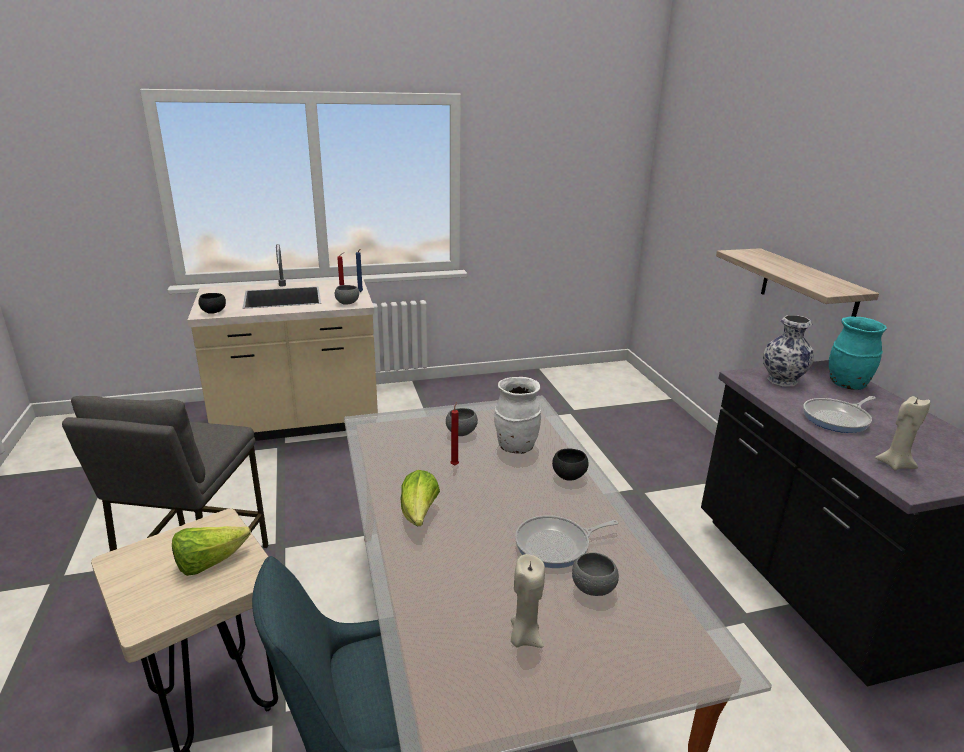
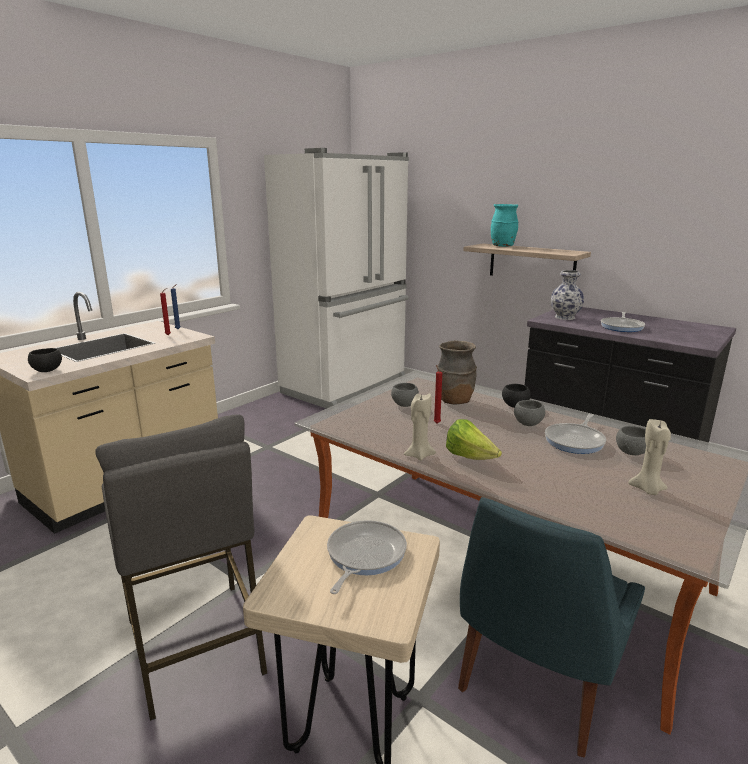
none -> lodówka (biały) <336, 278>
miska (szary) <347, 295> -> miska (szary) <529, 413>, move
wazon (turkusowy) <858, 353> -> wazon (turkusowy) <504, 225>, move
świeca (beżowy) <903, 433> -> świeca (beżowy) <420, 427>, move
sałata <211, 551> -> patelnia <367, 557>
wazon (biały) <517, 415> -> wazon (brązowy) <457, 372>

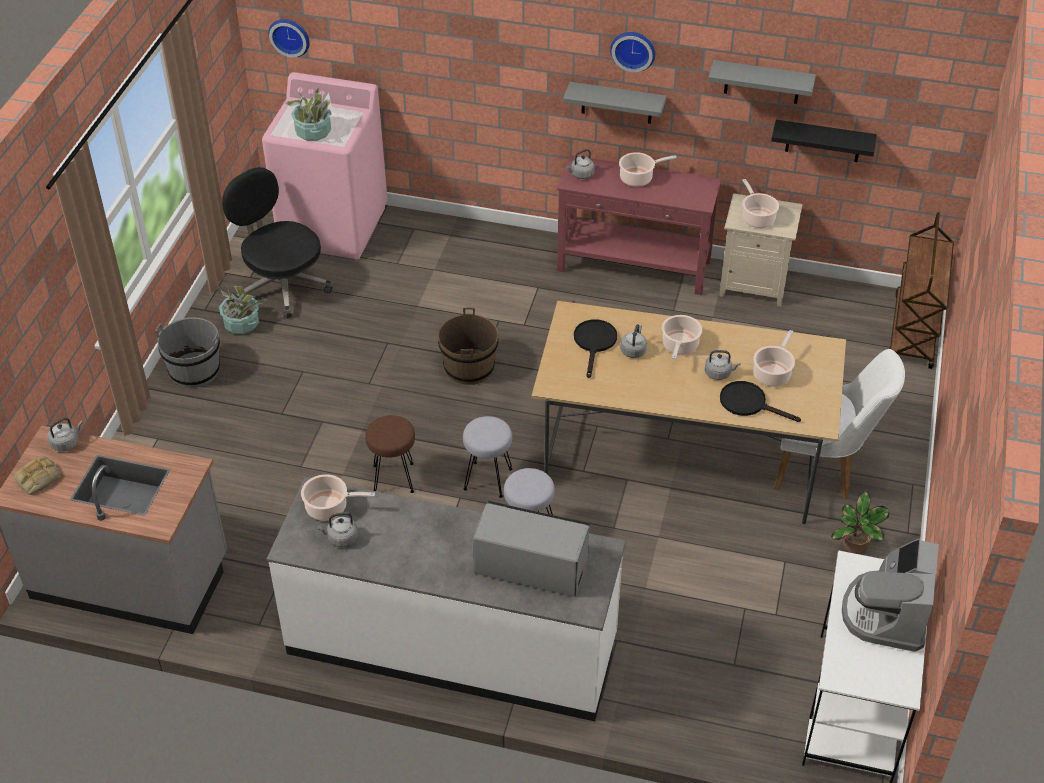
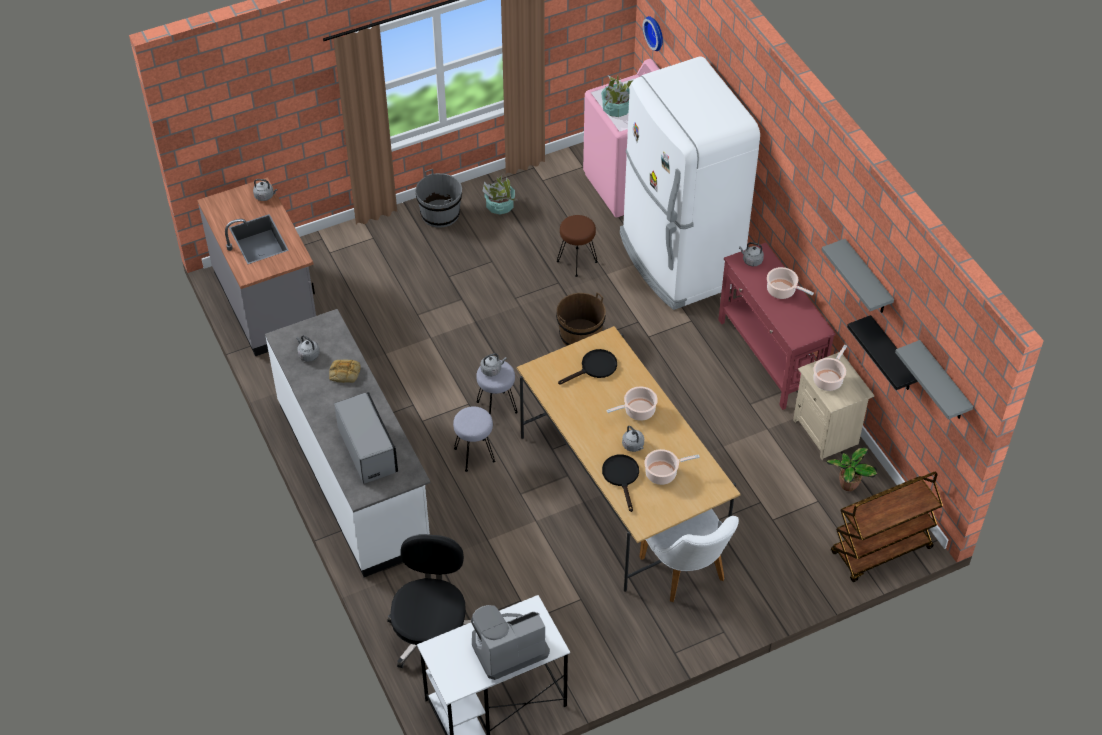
garnek <338, 497> -> none
zegar ścienny <632, 52> -> none
none -> lodówka (biały) <690, 183>
chleb <37, 475> -> chleb <344, 371>, move
krzesło biurowe (czarny) <277, 243> -> krzesło biurowe (czarny) <429, 601>, move
stołek (brązowy) <390, 454> -> stołek (brązowy) <577, 246>, move
półka (szary) <614, 103> -> półka (szary) <934, 379>, move
czajnik (szary) <633, 341> -> czajnik (szary) <493, 364>, move
roślina doniczkowa <860, 523> -> roślina doniczkowa <852, 469>, move

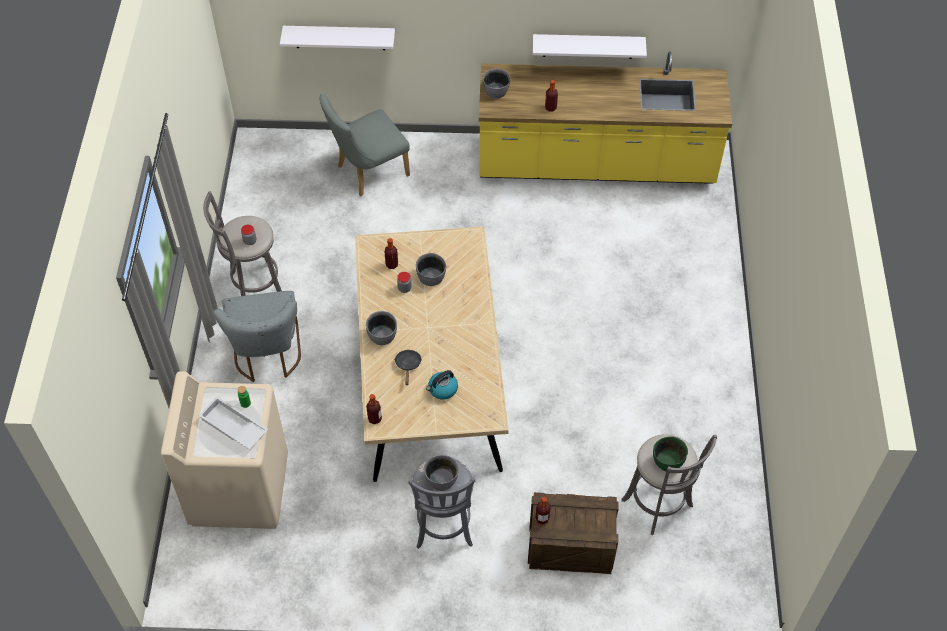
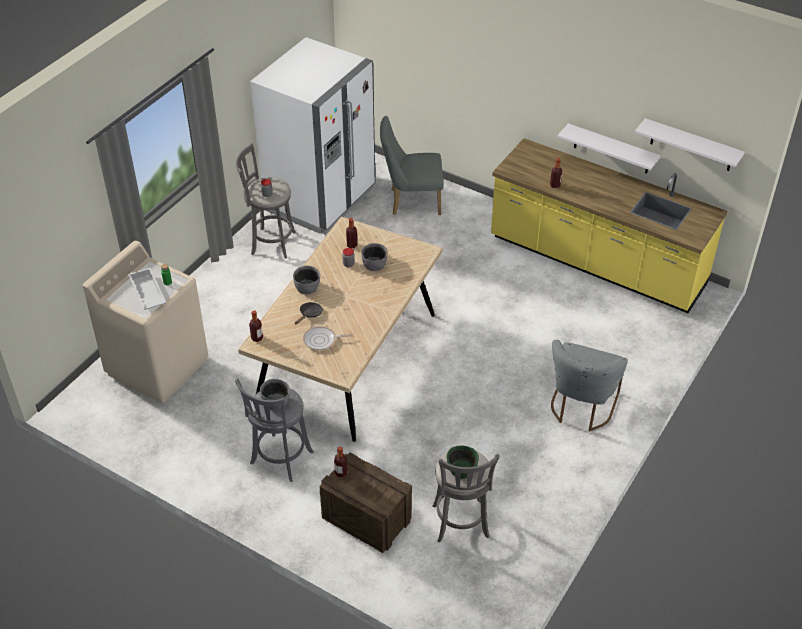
miska (szary) <497, 83> -> none
none -> lodówka (biały) <312, 136>
krzesło (szary) <257, 336> -> krzesło (szary) <589, 385>, move
półka (biały) <337, 38> -> półka (biały) <690, 144>, move
czajnik <442, 385> -> patelnia <328, 338>

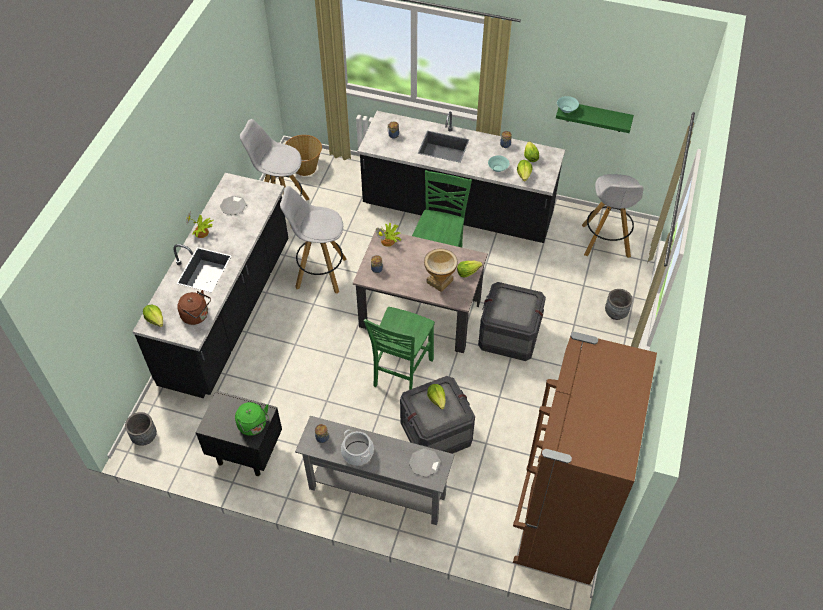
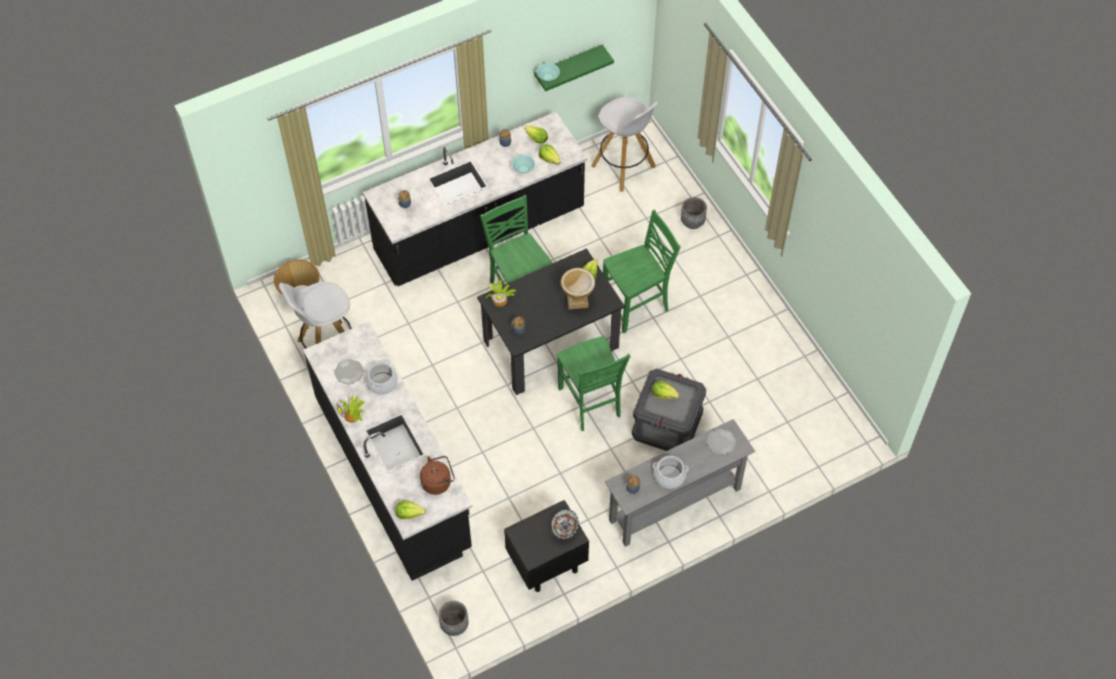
stołek (biały) <313, 240> -> none
lodówka (brązowy) <585, 458> -> none
none -> garnek <382, 377>
czajnik (zielony) <252, 419> -> miska <565, 524>
skrzynka <512, 321> -> krzesło (zielony) <642, 271>
stół jadalny (beżowy) <420, 291> -> stół jadalny (czarny) <551, 321>

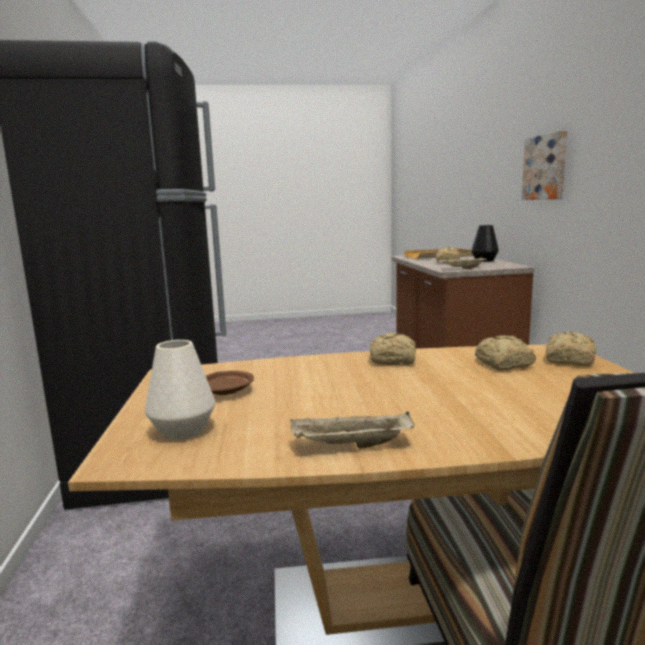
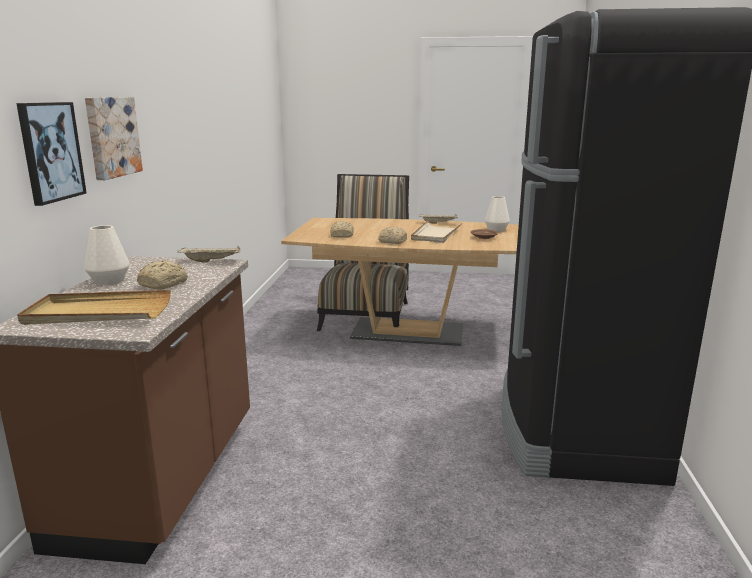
chleb <571, 349> -> none
none -> obraz <51, 154>
none -> taca (beżowy) <436, 232>
wazon (czarny) <485, 243> -> wazon (biały) <107, 255>

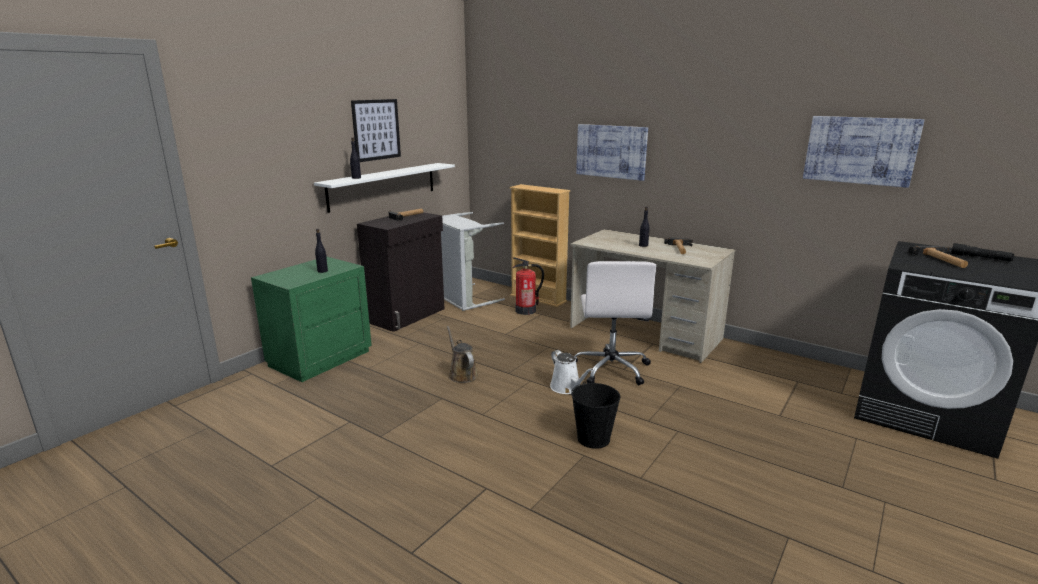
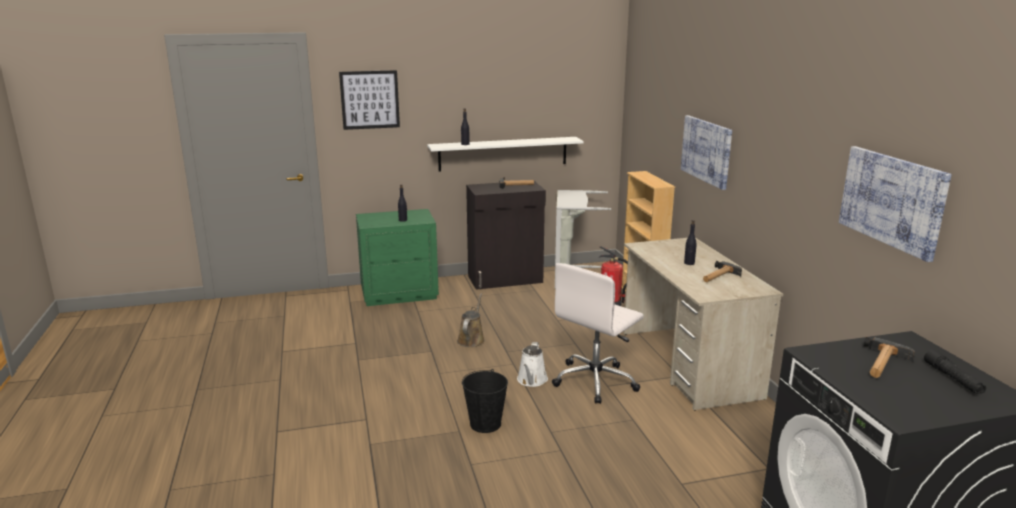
obraz <376, 130> -> obraz <369, 100>, move

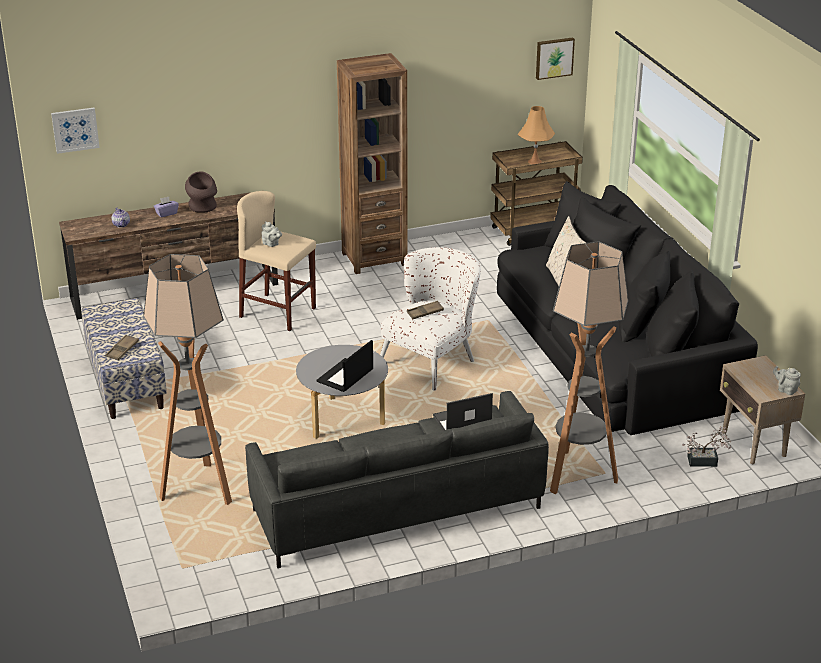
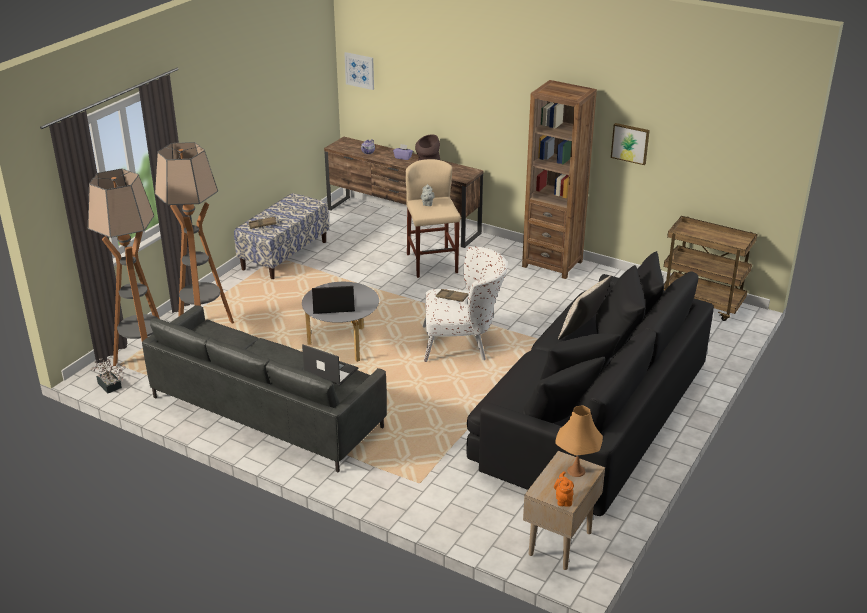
lampa stołowa (pomarańczowy) <536, 135> -> lampa stołowa (pomarańczowy) <579, 441>, move
obraz <555, 58> -> obraz <630, 144>, move
lampa stojąca <589, 368> -> lampa stojąca <124, 267>, move
roślina doniczkowa <706, 446> -> roślina doniczkowa <108, 375>, move
imbryk (szary) <787, 380> -> imbryk (pomarańczowy) <564, 489>

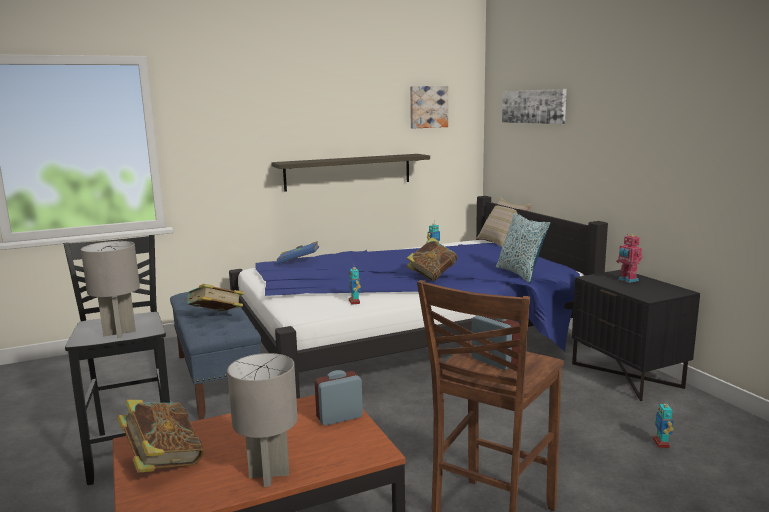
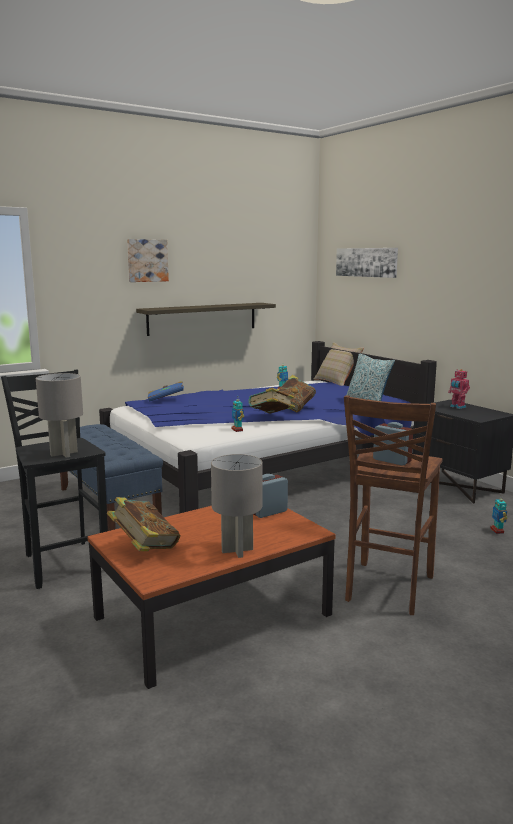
książka <214, 297> -> książka <271, 400>, move
obraz <429, 107> -> obraz <148, 260>, move

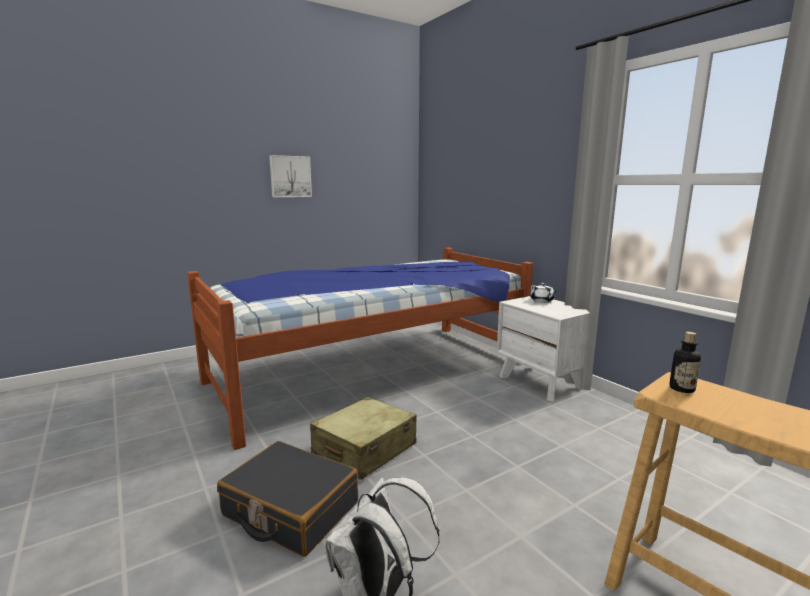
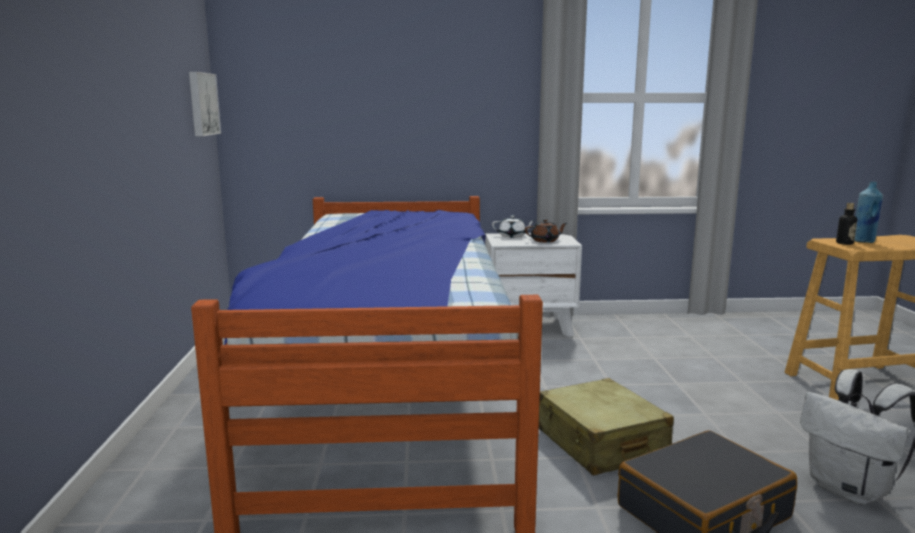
none -> imbryk (brązowy) <546, 231>
none -> butelka (niebieski) <868, 212>
obraz <290, 176> -> obraz <205, 104>, move

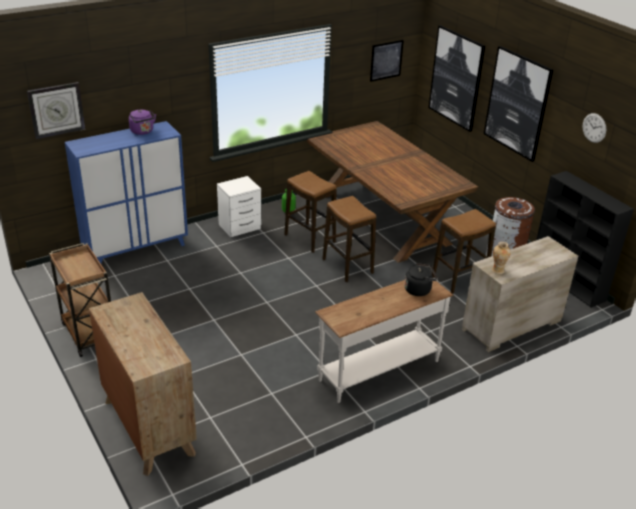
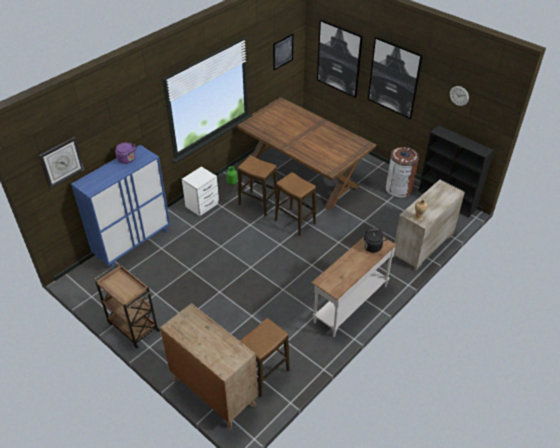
stołek <464, 251> -> stołek <265, 357>, move

